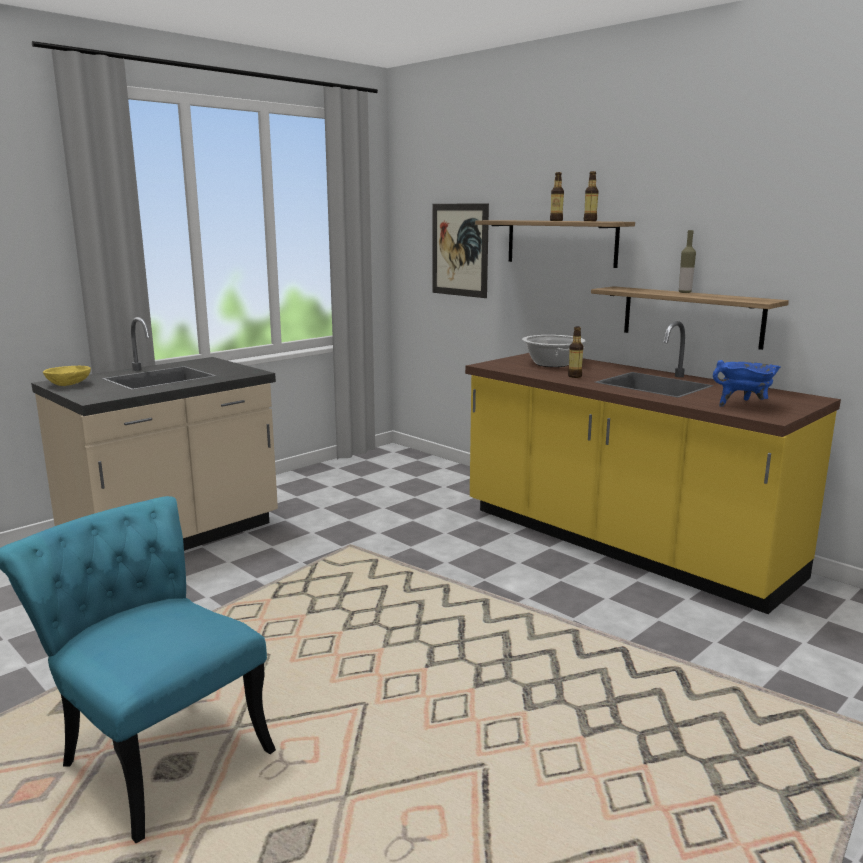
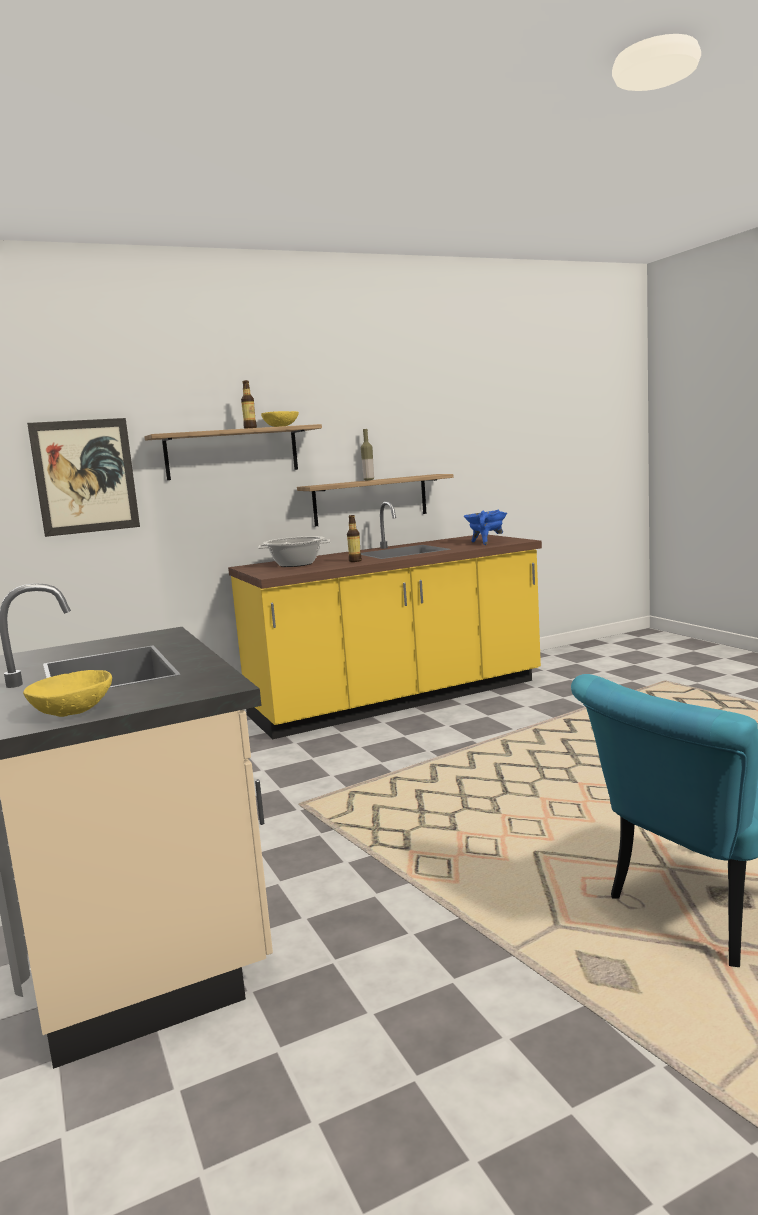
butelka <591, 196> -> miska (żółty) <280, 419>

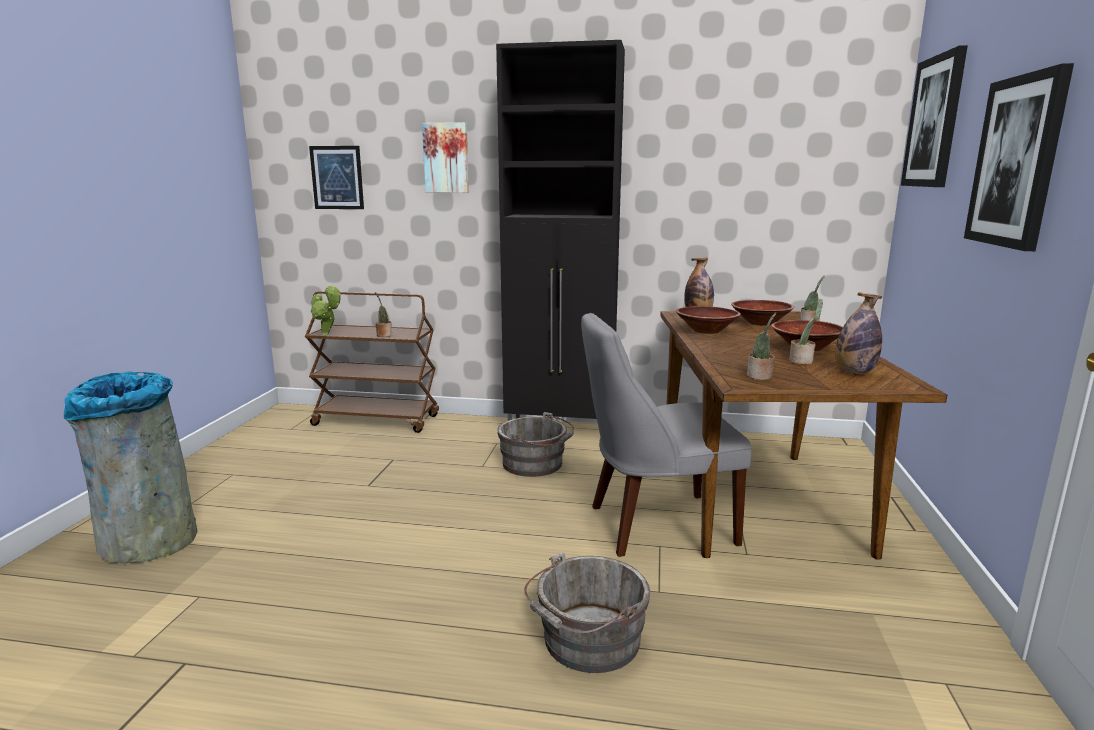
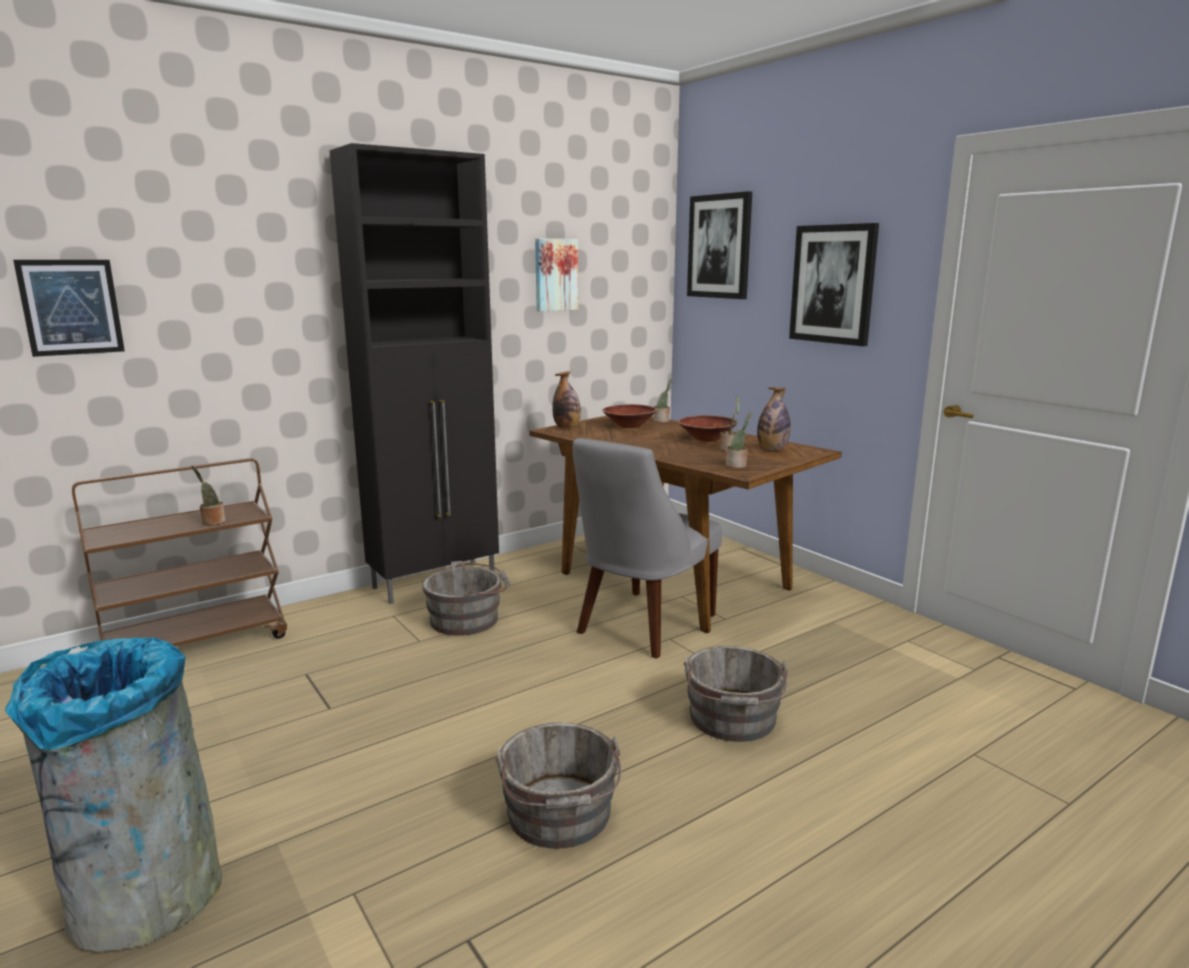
roślina doniczkowa <326, 309> -> none
miska (brązowy) <708, 320> -> none
none -> wiadro (szary) <558, 786>
obraz <445, 157> -> obraz <556, 275>, move

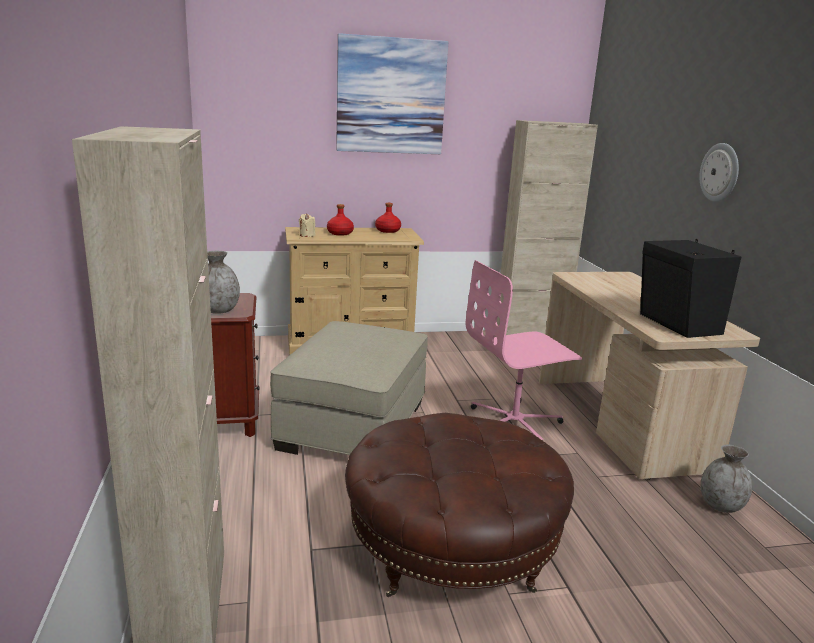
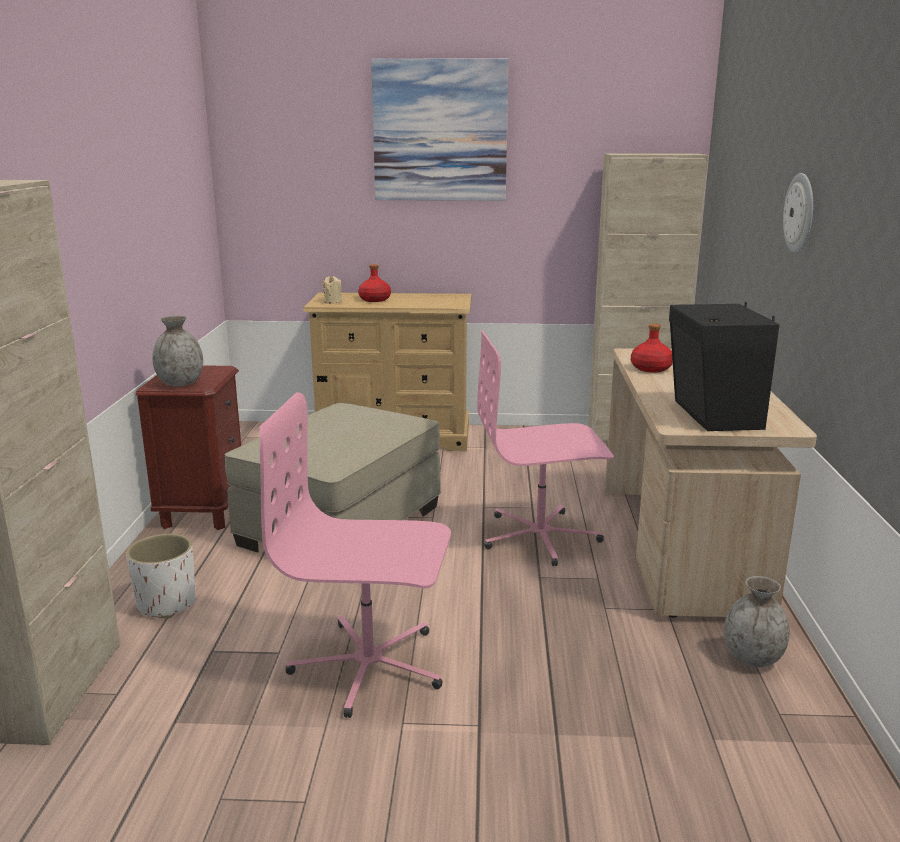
none -> donica (biały) <161, 576>
butelka (czerwony) <388, 218> -> butelka (czerwony) <652, 347>, move
pufa (brązowy) <459, 505> -> krzesło biurowe (różowy) <355, 555>

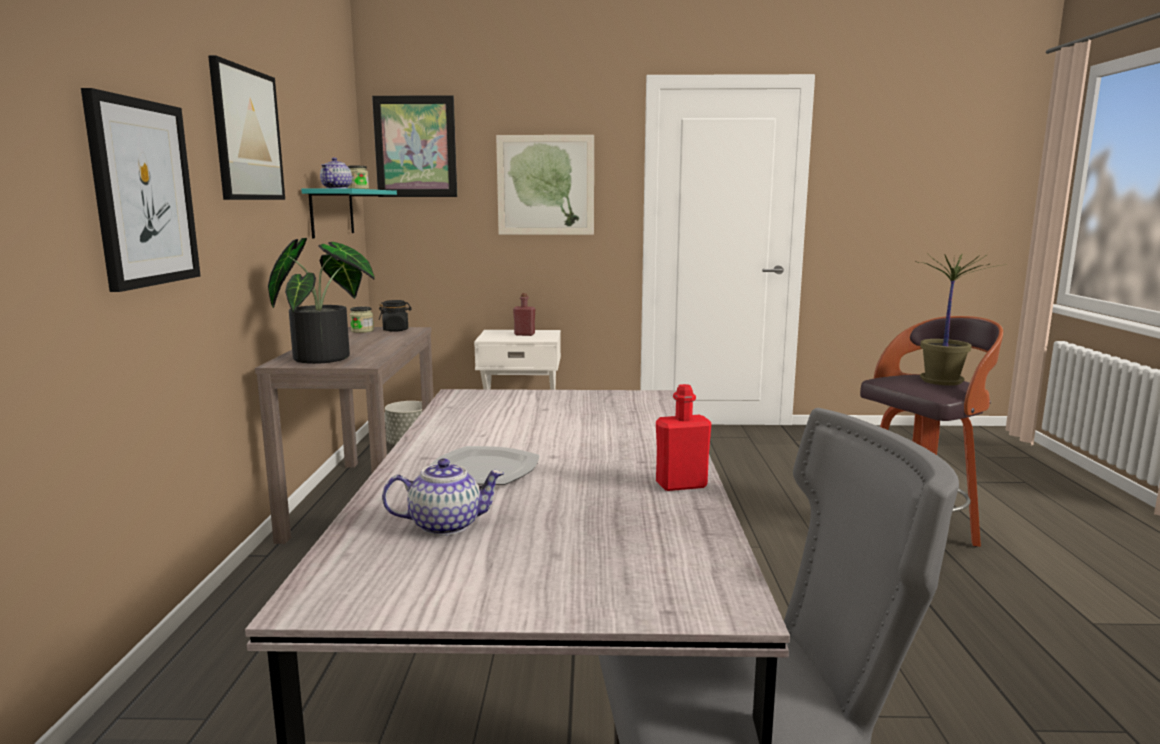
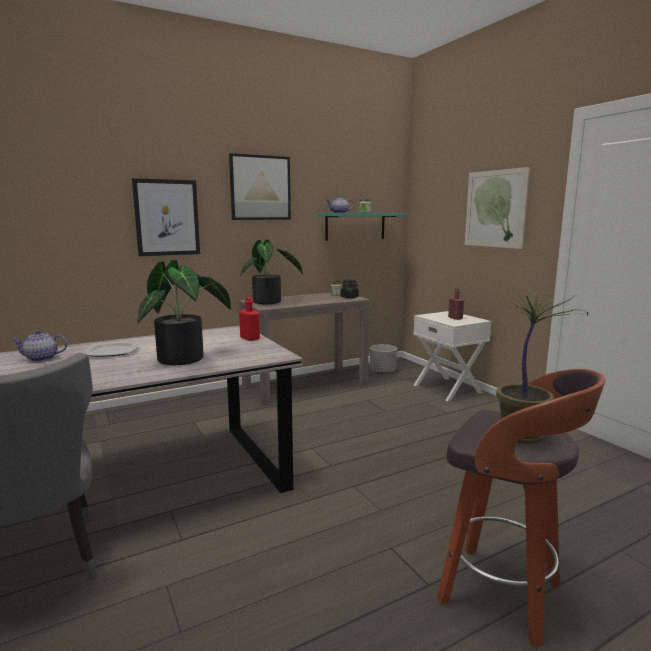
obraz <414, 146> -> none
none -> roślina doniczkowa <184, 312>
butelka (czerwony) <683, 437> -> butelka (czerwony) <249, 319>, move
imbryk <443, 497> -> imbryk <39, 346>, 120 degrees clockwise

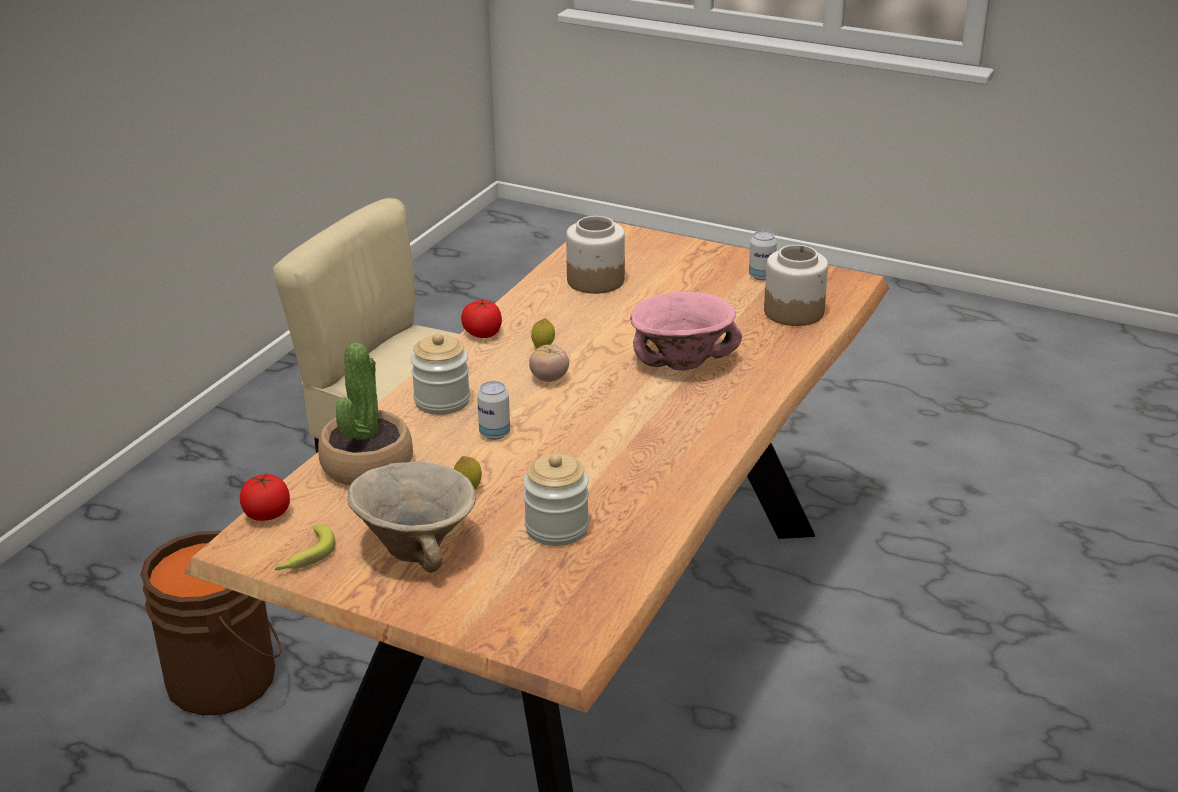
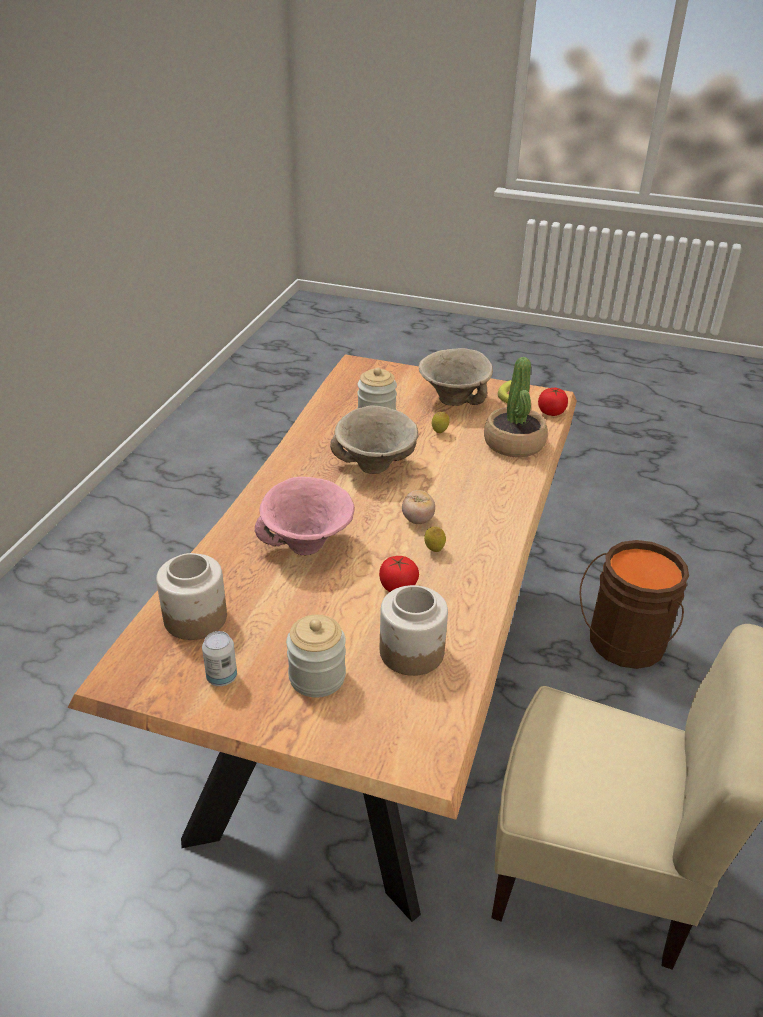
puszka <493, 410> -> none
none -> miska (beżowy) <374, 439>
słoik <440, 374> -> słoik <316, 656>, move
pomidor <481, 318> -> pomidor <399, 574>, move

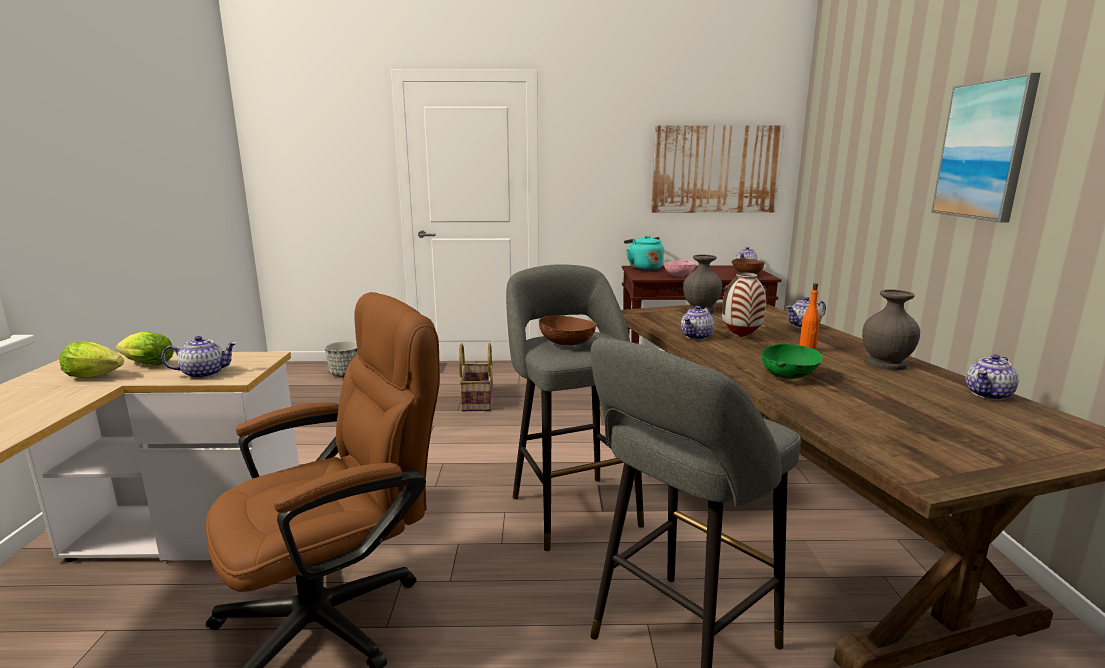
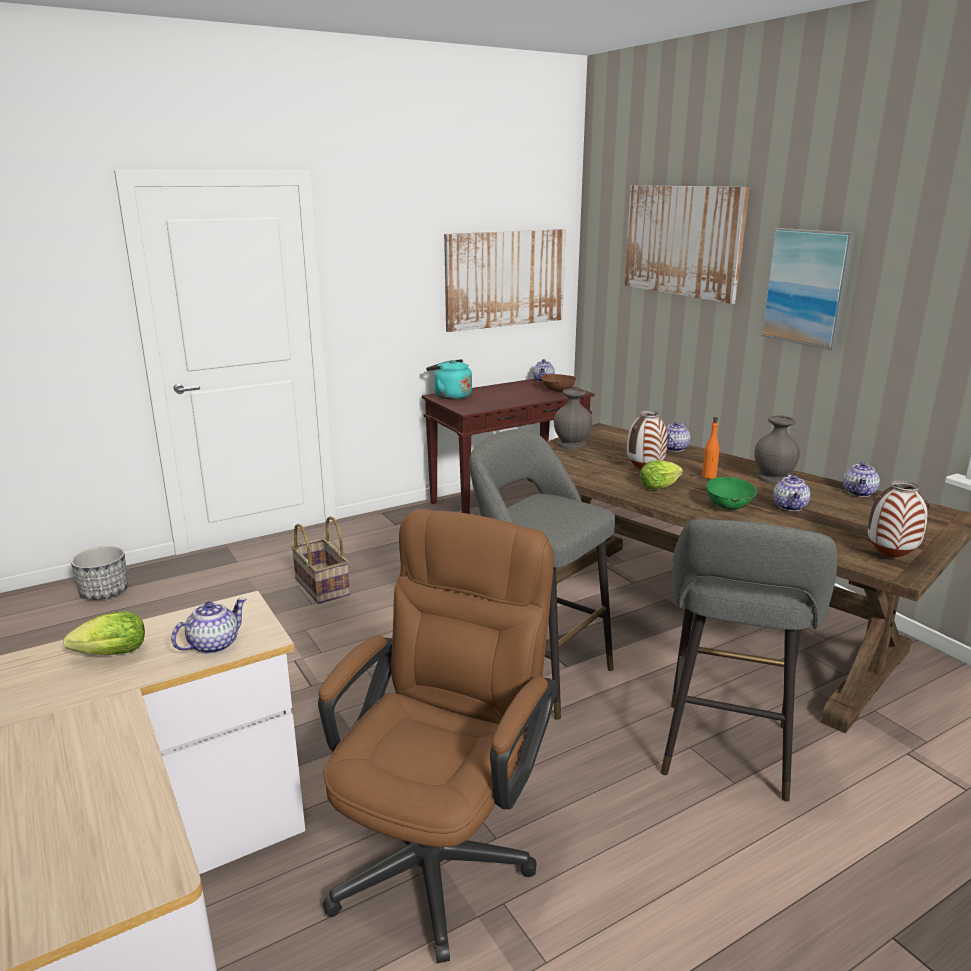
miska (brązowy) <568, 330> -> none
miska (różowy) <679, 268> -> none
none -> obraz <686, 244>
none -> wazon <899, 519>
sałata <91, 359> -> sałata <661, 475>, move
imbryk <697, 323> -> imbryk <791, 492>, move

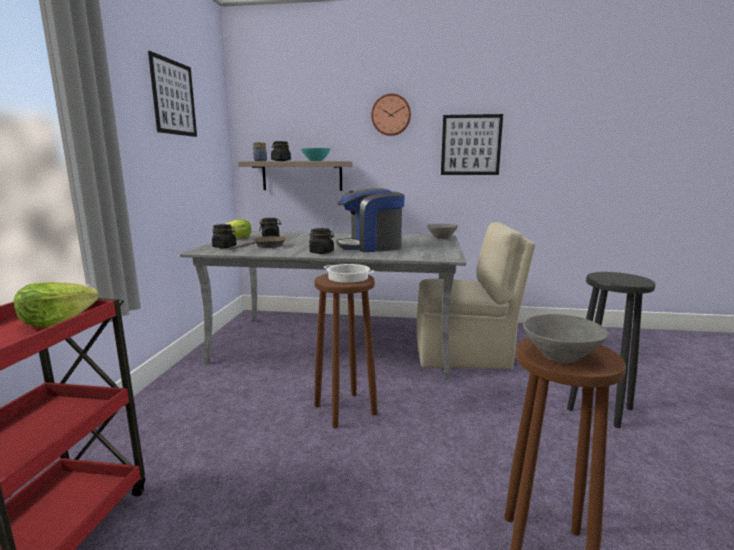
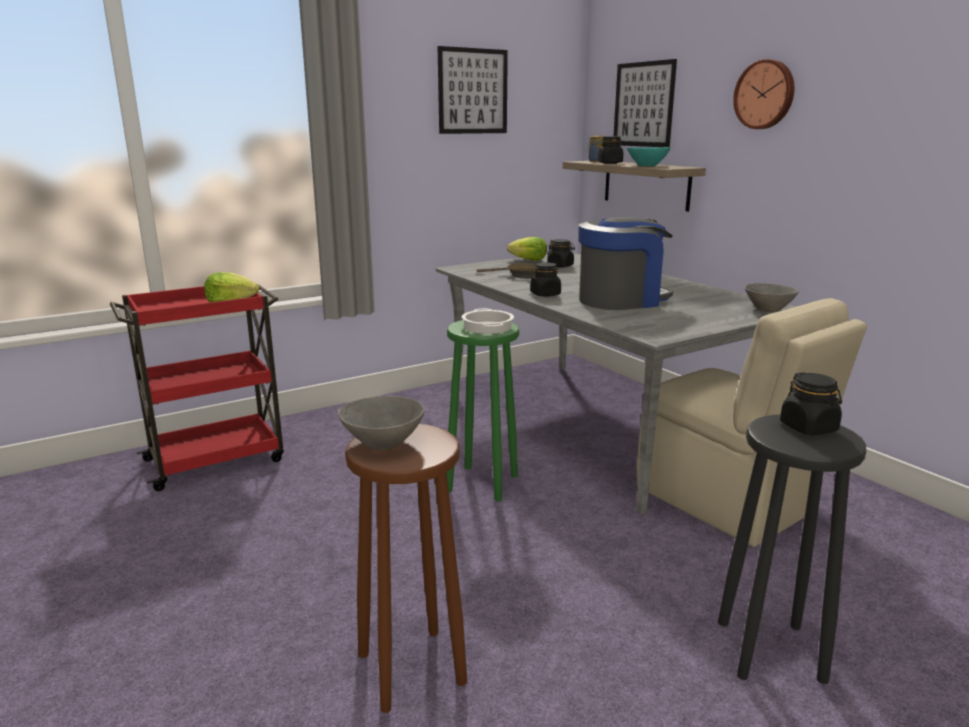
słoik (czarny) <224, 236> -> słoik (czarny) <811, 403>, move
obraz <472, 144> -> obraz <645, 103>, move
stołek (brązowy) <345, 351> -> stołek (zielony) <483, 410>
ekspres do kawy <370, 220> -> ekspres do kawy <625, 263>, 120 degrees clockwise

